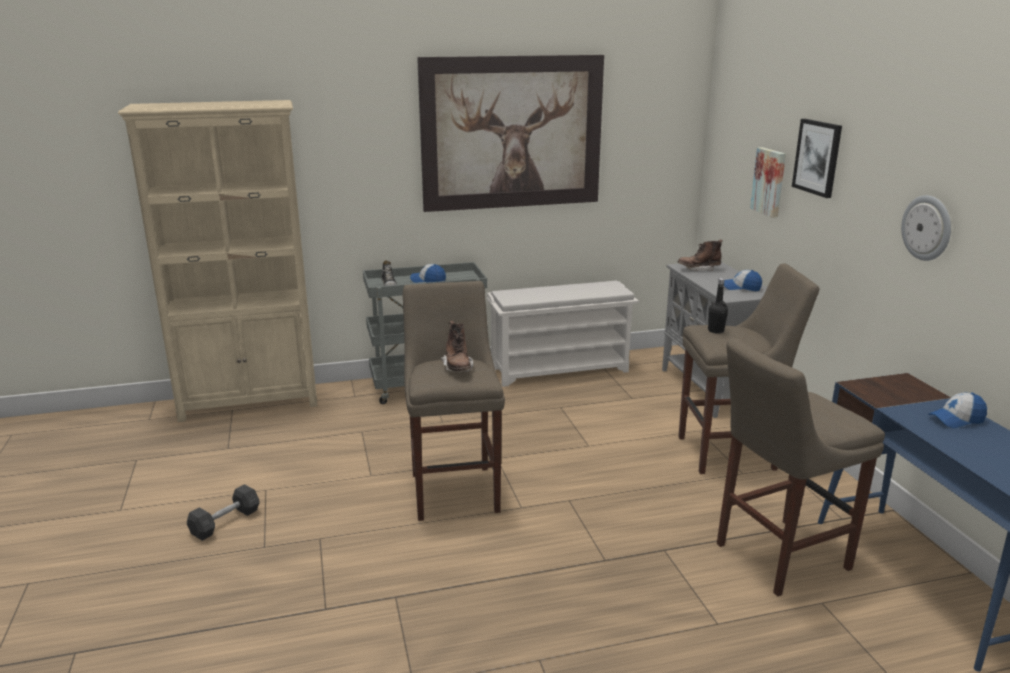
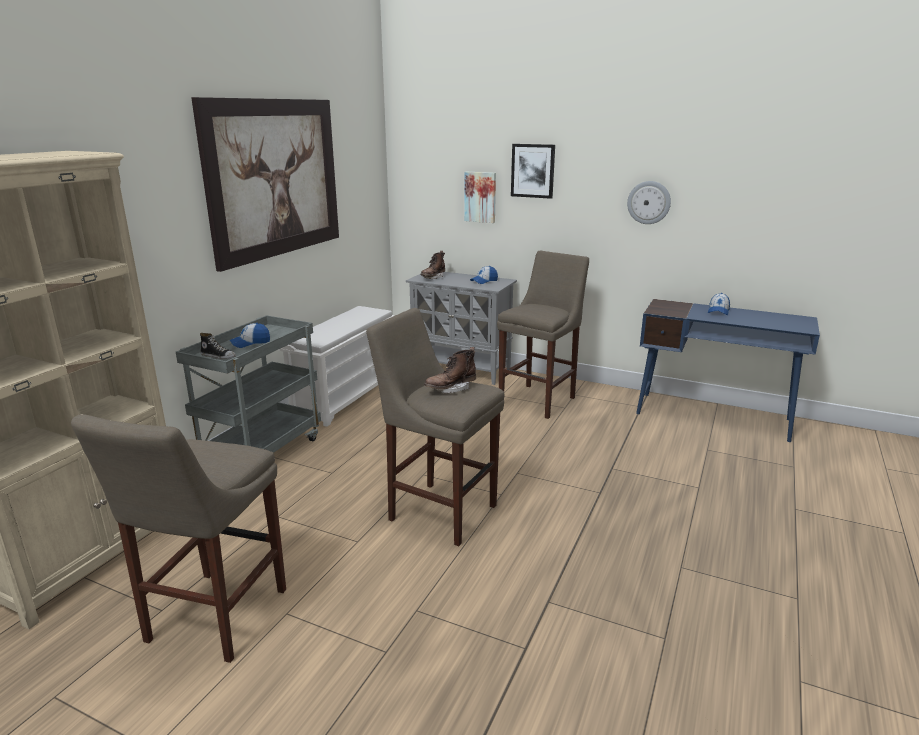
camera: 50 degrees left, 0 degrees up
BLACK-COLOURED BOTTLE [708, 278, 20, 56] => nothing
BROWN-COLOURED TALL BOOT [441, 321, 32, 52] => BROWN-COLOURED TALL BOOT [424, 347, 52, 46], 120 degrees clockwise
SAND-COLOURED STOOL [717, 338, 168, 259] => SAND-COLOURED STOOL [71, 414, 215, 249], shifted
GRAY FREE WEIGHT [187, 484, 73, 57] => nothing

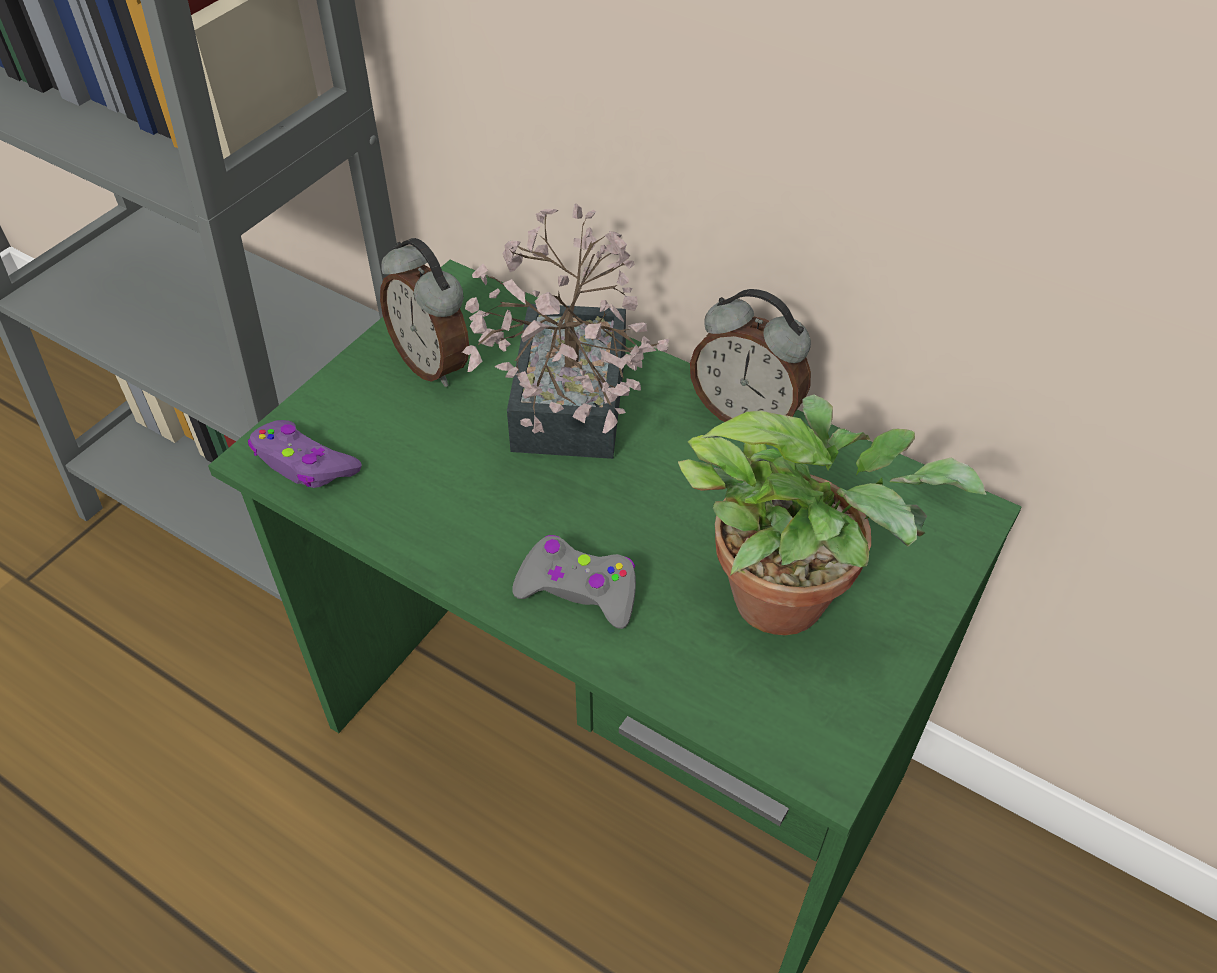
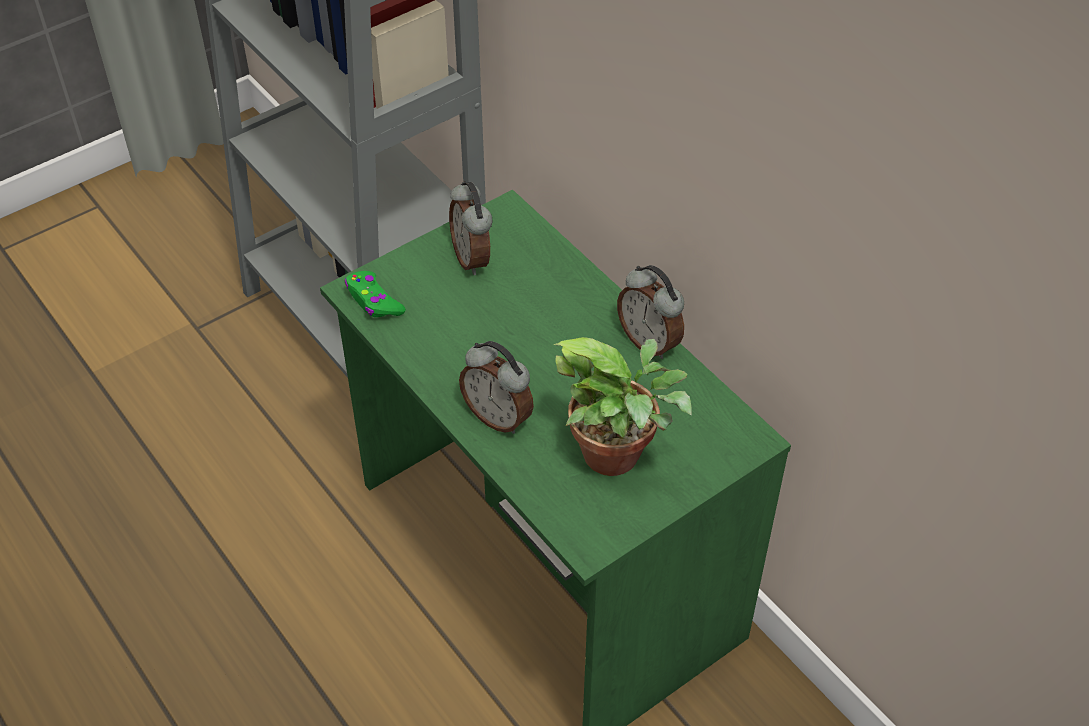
camera: 20 degrees right, 0 degrees up
POTTED PLANT [462, 203, 207, 256] => nothing
PURPLE JOYPAD [248, 420, 114, 68] => GREENISH JOYPAD [345, 271, 61, 46]
GRAY JOYPAD [512, 535, 124, 94] => TABLE CLOCK [459, 341, 75, 93]

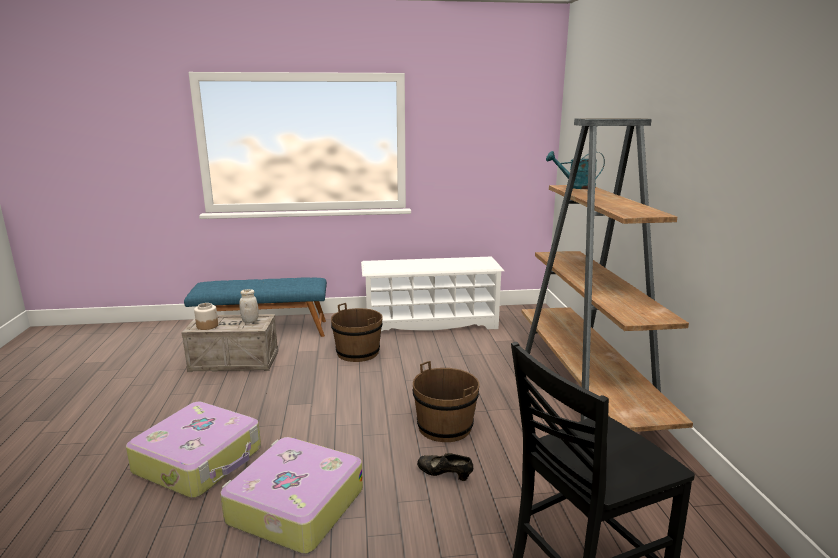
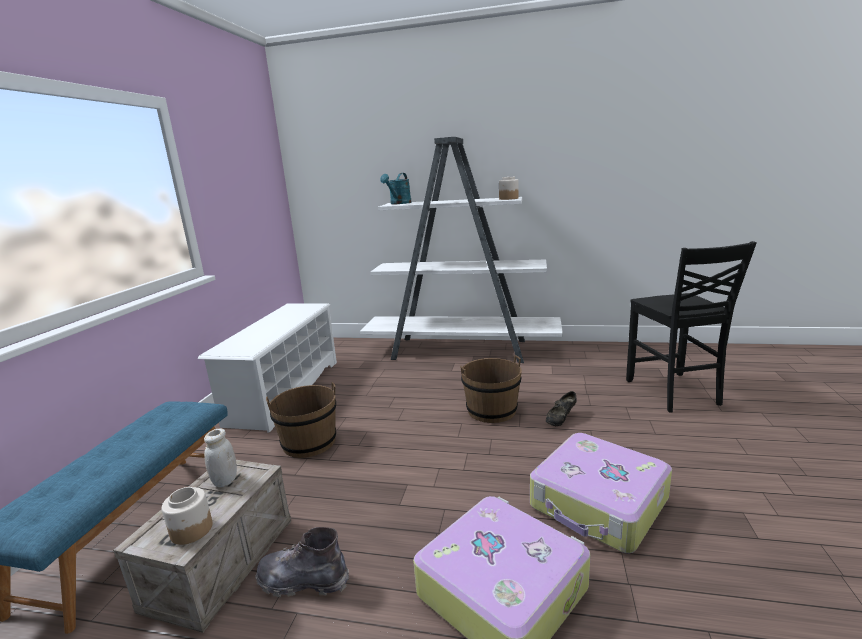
camera: 70 degrees left, 0 degrees up
BROWN-COLOURED BOOKSHELF [521, 118, 172, 314] => WHITE-COLOURED BOOKSHELF [360, 137, 203, 226]
nothing => PRESERVE JAR [499, 177, 20, 23]
nothing => GRAY TALL BOOT [255, 527, 94, 70]

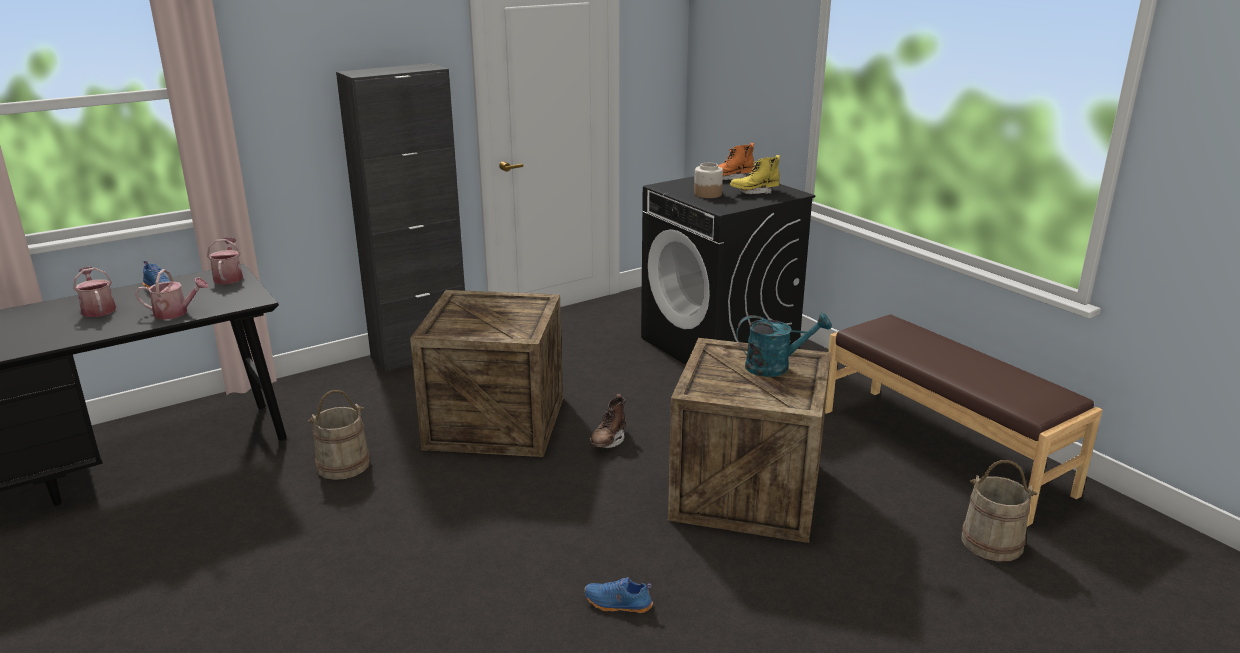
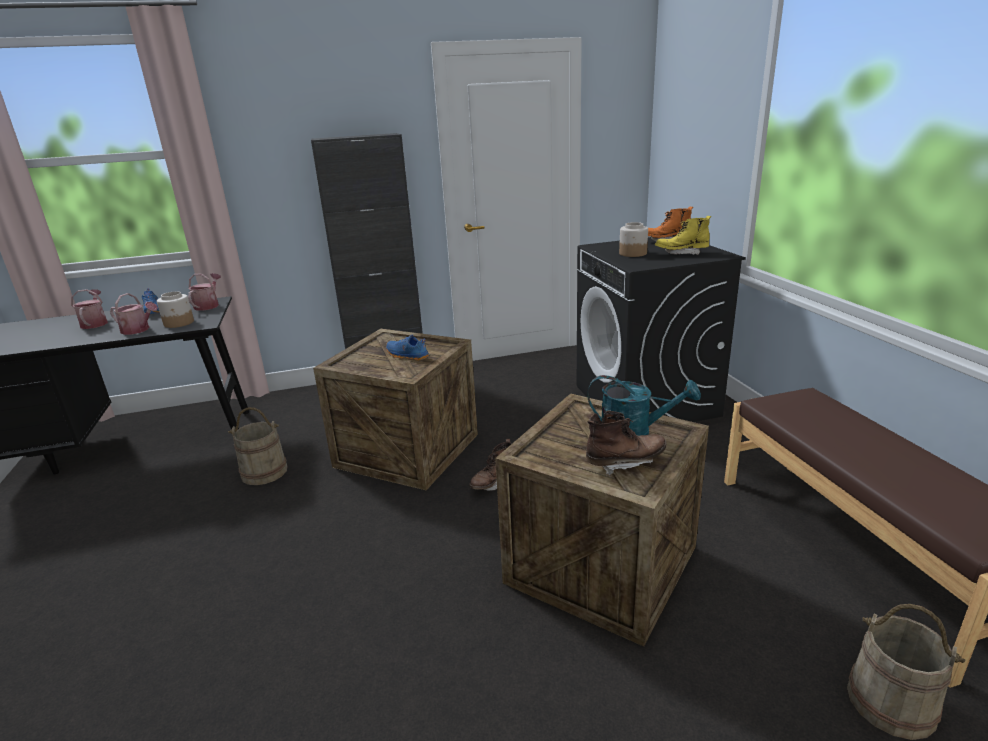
camera: 20 degrees right, 0 degrees up
BLUE ITEM OF FOOTWEAR [584, 577, 69, 36] => BLUE ITEM OF FOOTWEAR [386, 335, 43, 26], shifted
nothing => PRESERVE JAR [157, 291, 37, 37]
nothing => BROWN-COLOURED TALL BOOT [586, 410, 81, 66]

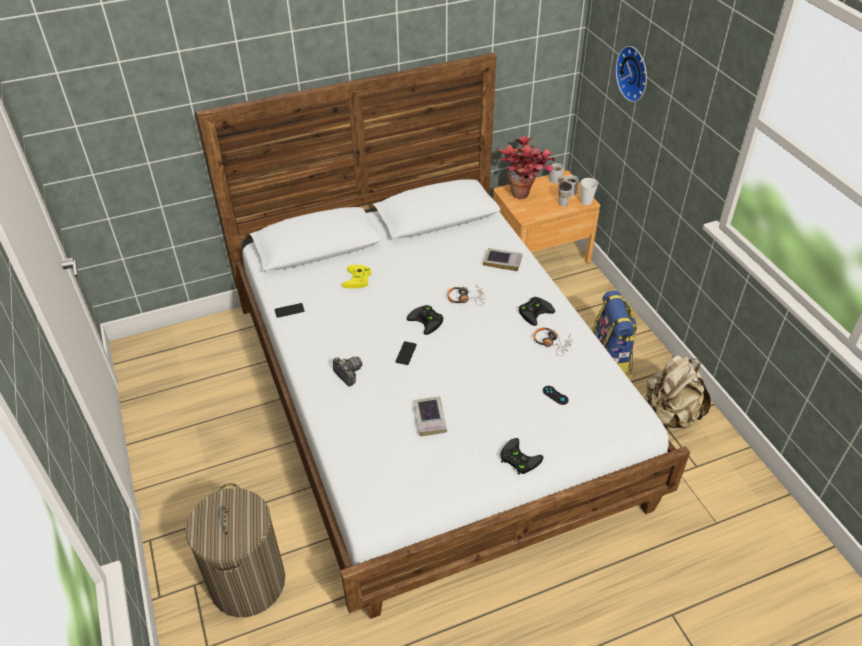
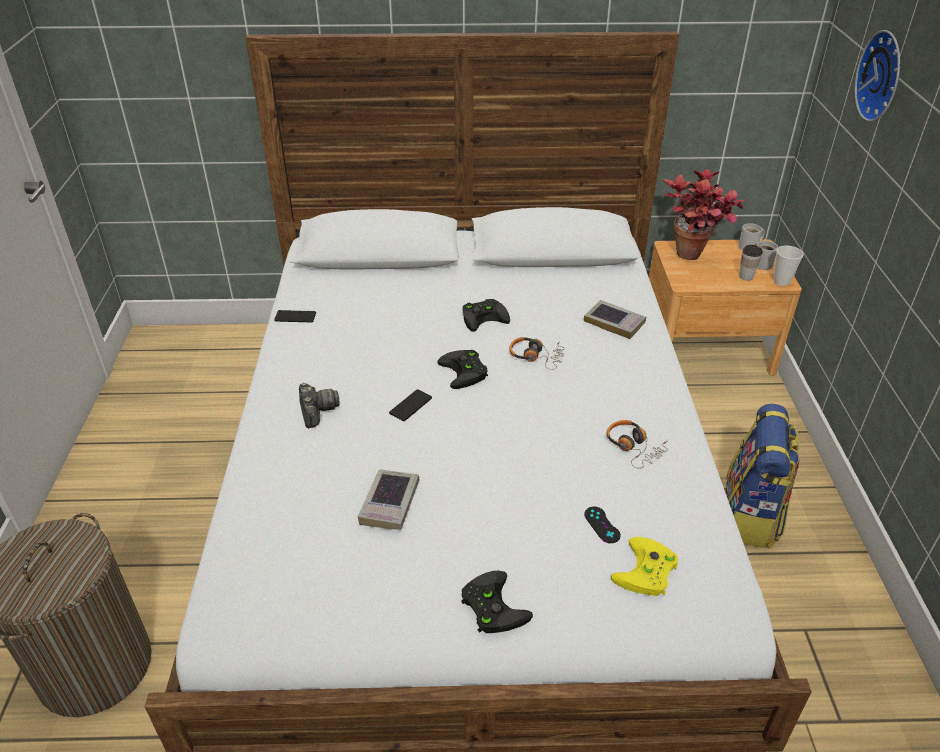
camera: 20 degrees right, 5 degrees down
YELLOW JOYPAD [341, 265, 31, 24] => YELLOW JOYPAD [611, 537, 67, 59], shifted
BLACK-COLOURED JOYPAD [519, 297, 36, 29] => BLACK-COLOURED JOYPAD [463, 299, 47, 33], shifted
SAND-COLOURED BACKPACK [646, 355, 65, 74] => nothing

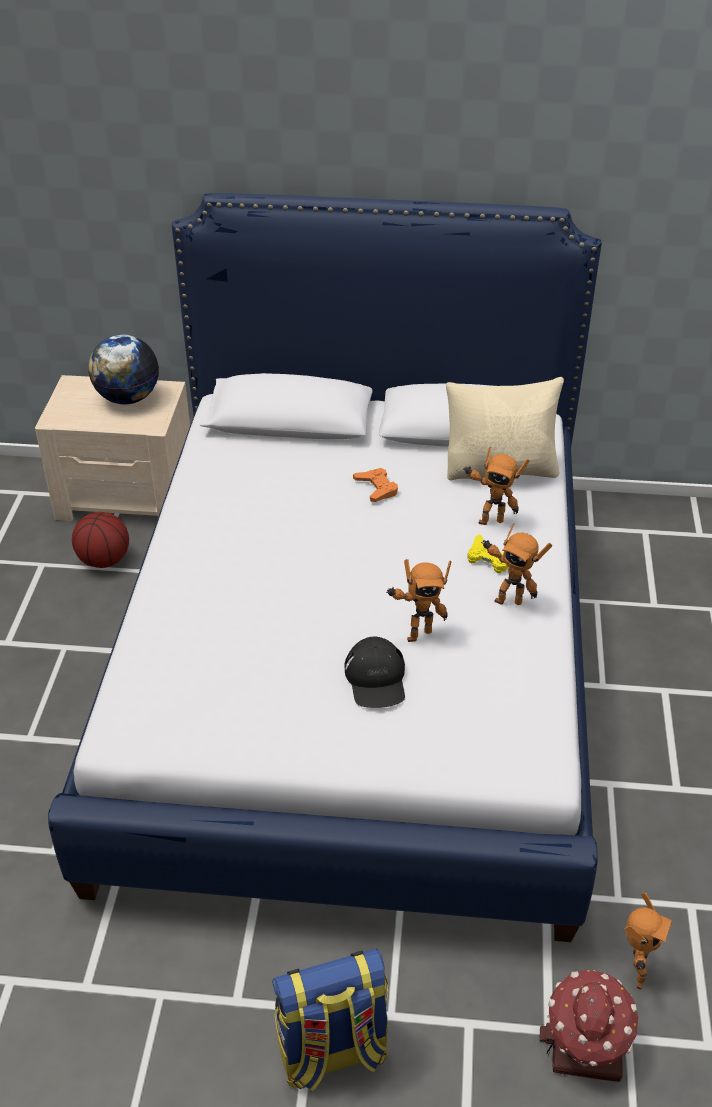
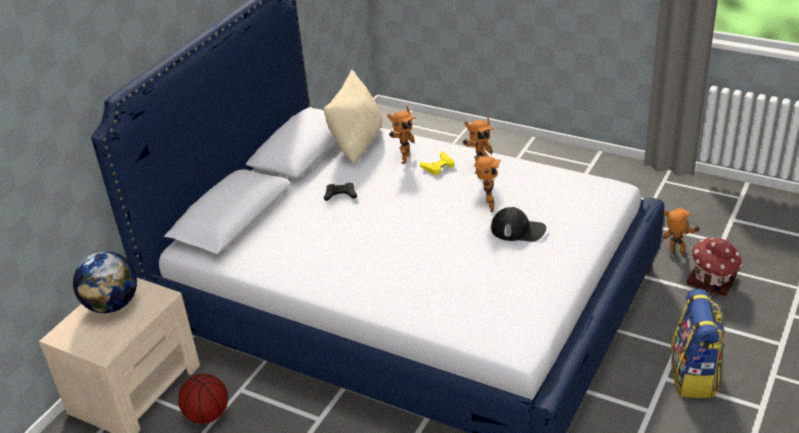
camera: 65 degrees left, 5 degrees down
ORANGE-COLOURED JOYPAD [353, 468, 45, 34] => BLACK-COLOURED JOYPAD [324, 183, 33, 18]

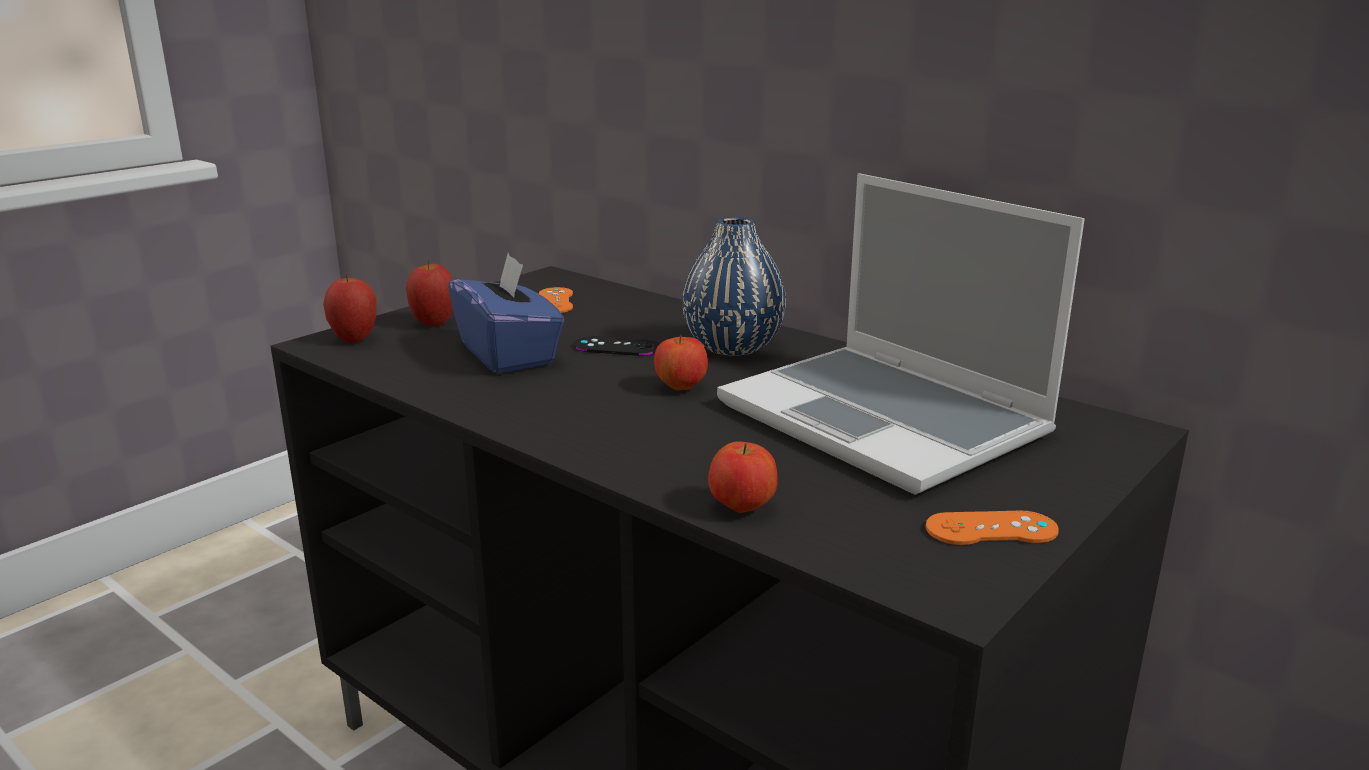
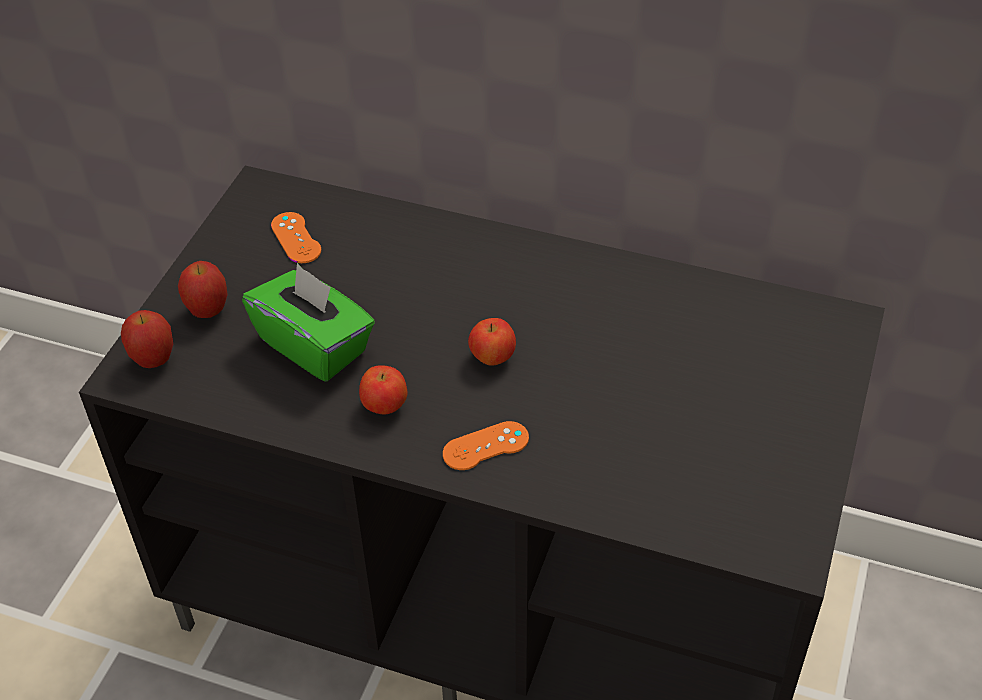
camera: 20 degrees left, 25 degrees up
NOTEBOOK COMPUTER [717, 173, 368, 322] => nothing
BLUE DECORATIVE VASE [682, 217, 104, 139] => nothing
BLUE TISSUE HOLDER [448, 253, 116, 121] => GREENISH TISSUE HOLDER [242, 263, 133, 119]
BLACK-COLOURED JOYPAD [574, 336, 86, 20] => nothing
APPLE [708, 441, 70, 72] => APPLE [359, 365, 48, 49], shifted
ORANGE-COLOURED JOYPAD [926, 511, 133, 34] => ORANGE-COLOURED JOYPAD [443, 421, 86, 49], shifted

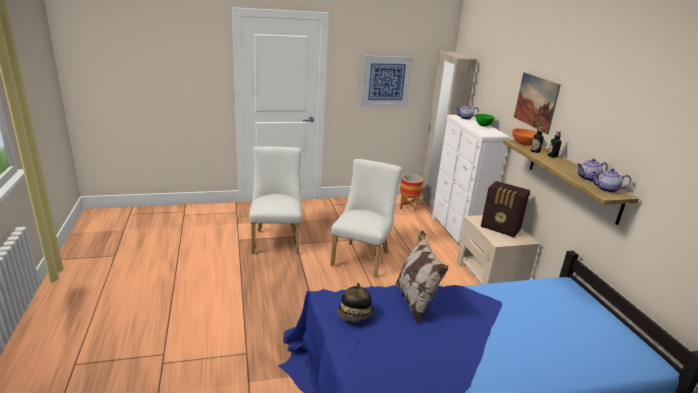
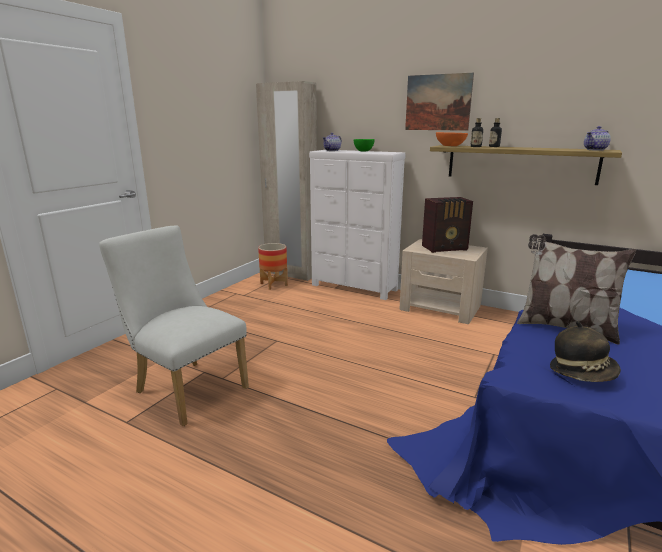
camera: 45 degrees left, 5 degrees down
WALL ART [361, 55, 52, 52] => nothing
TEA POT [577, 158, 31, 23] => nothing
WHITE-COLOURED UPRIGHT CHAIR [331, 159, 71, 118] => nothing

